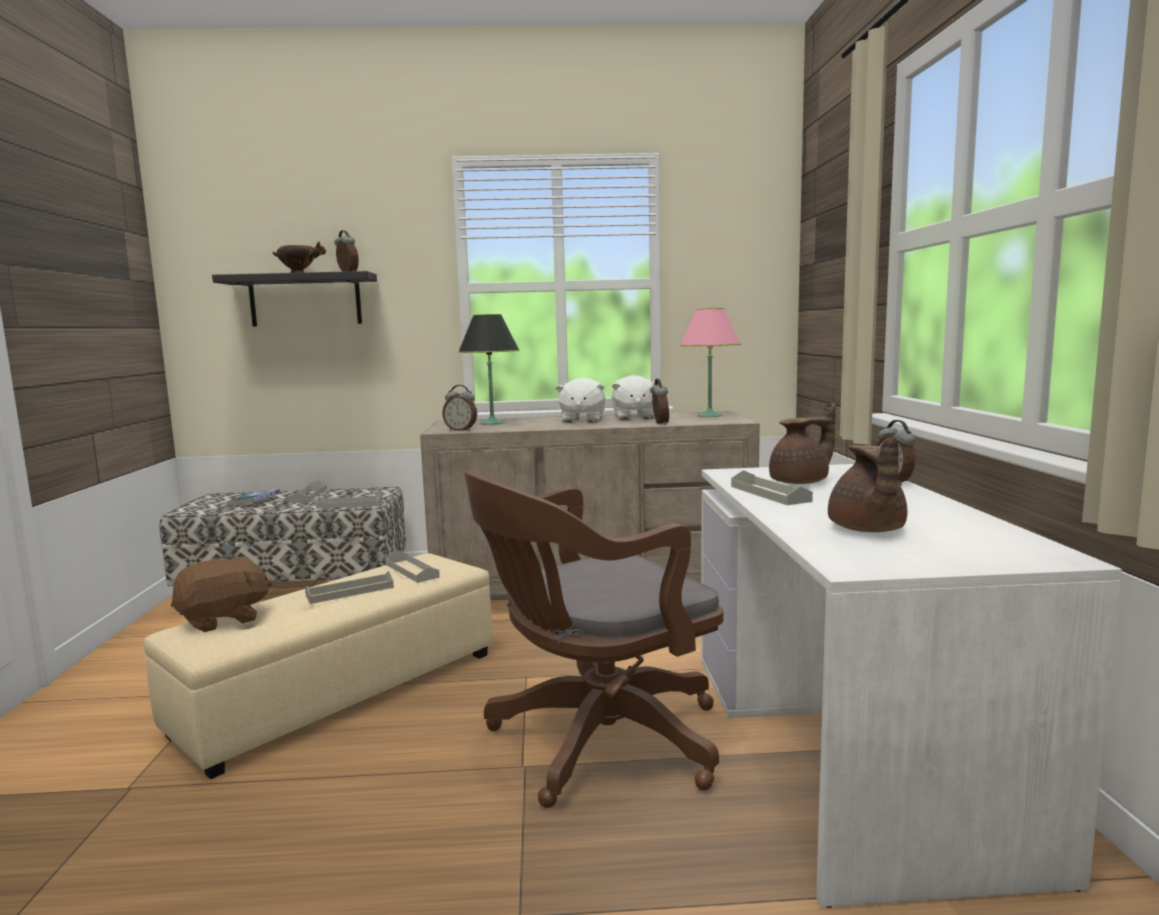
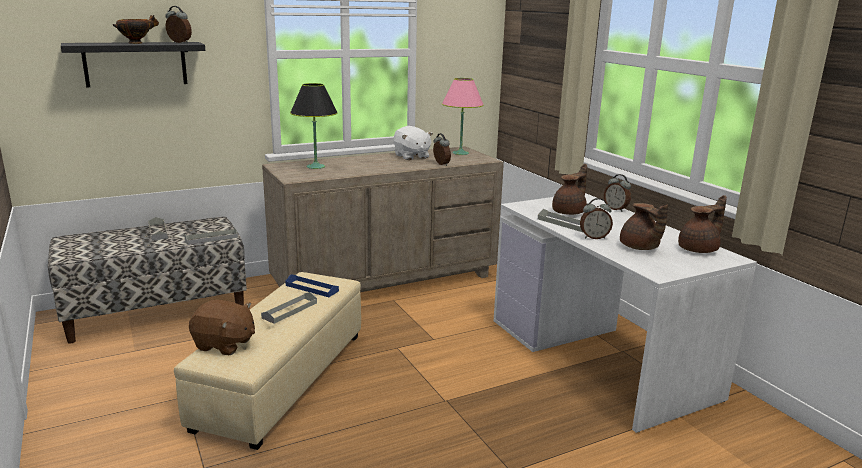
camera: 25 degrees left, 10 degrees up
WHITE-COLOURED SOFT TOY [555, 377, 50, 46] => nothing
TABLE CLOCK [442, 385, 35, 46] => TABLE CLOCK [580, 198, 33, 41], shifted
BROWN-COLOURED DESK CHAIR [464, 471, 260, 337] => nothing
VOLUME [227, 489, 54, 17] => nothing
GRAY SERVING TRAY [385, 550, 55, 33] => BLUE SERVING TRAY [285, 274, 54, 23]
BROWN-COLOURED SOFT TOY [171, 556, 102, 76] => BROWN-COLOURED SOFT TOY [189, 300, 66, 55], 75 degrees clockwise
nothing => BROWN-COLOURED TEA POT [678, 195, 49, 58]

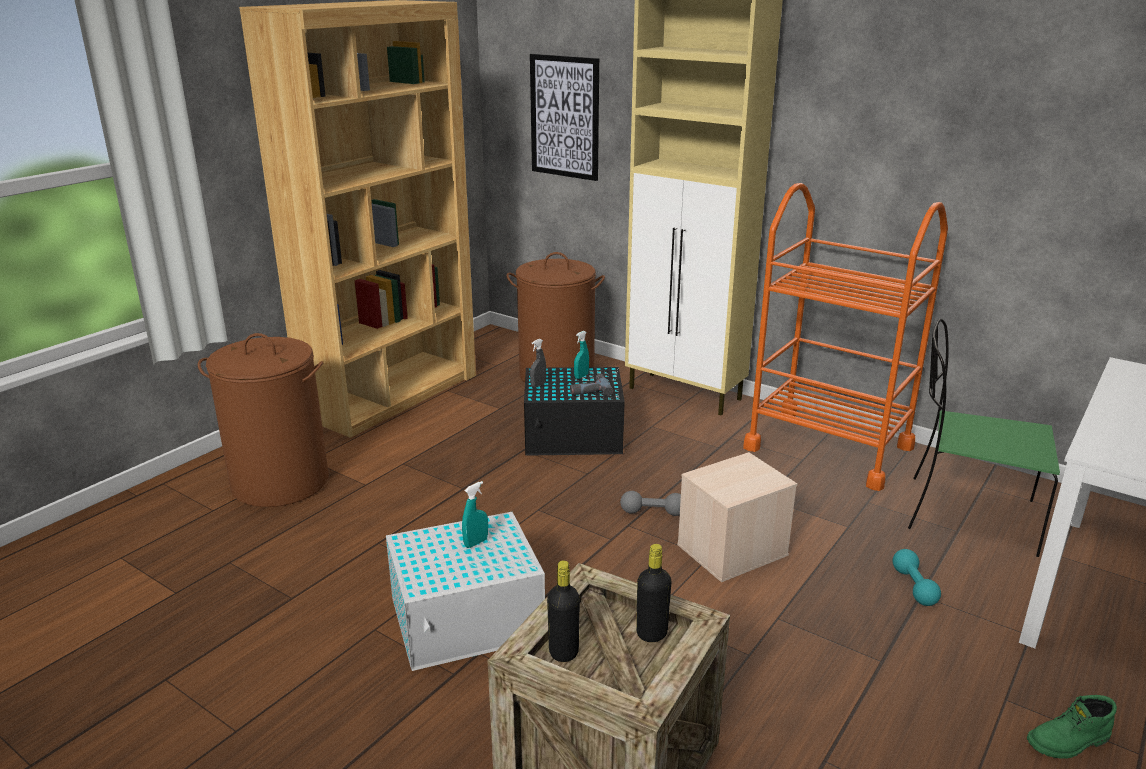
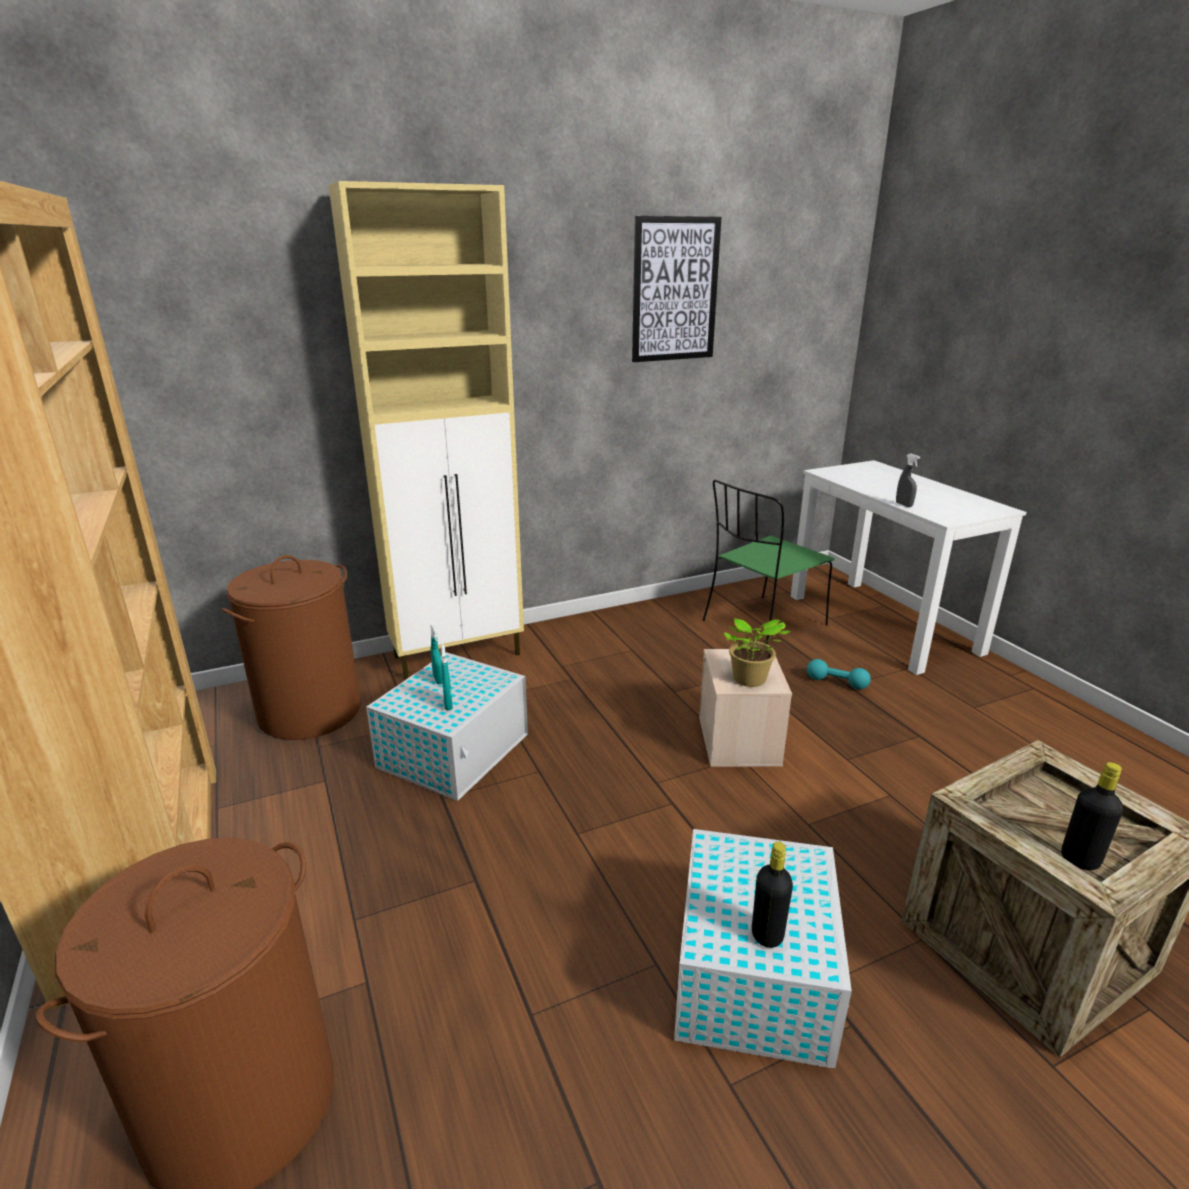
camera: 60 degrees left, 0 degrees up
WALL ART [530, 54, 69, 127] => WALL ART [632, 216, 89, 146], shifted
ORANGE-COLOURED CART [743, 183, 205, 308] => nothing
GRAY HAND SPRAYER [530, 339, 16, 49] => GRAY HAND SPRAYER [896, 454, 24, 53], shifted
BLACK-COLOURED STORAGE BIN [524, 367, 101, 89] => WHITE-COLOURED STORAGE BIN [366, 652, 162, 149]
ELECTRIC DRILL [570, 374, 43, 22] => nothing
TURQUOISE-COLOURED HAND SPRAYER [462, 481, 26, 67] => TURQUOISE-COLOURED HAND SPRAYER [441, 644, 12, 67], shifted
GRAY FREE WEIGHT [620, 491, 61, 25] => nothing
BLACK-COLOURED BOTTLE [636, 544, 35, 98] => BLACK-COLOURED BOTTLE [752, 842, 41, 106], shifted
GREENISH TALL BOOT [1027, 695, 90, 64] => nothing
nothing => POTTED PLANT [724, 619, 66, 68]

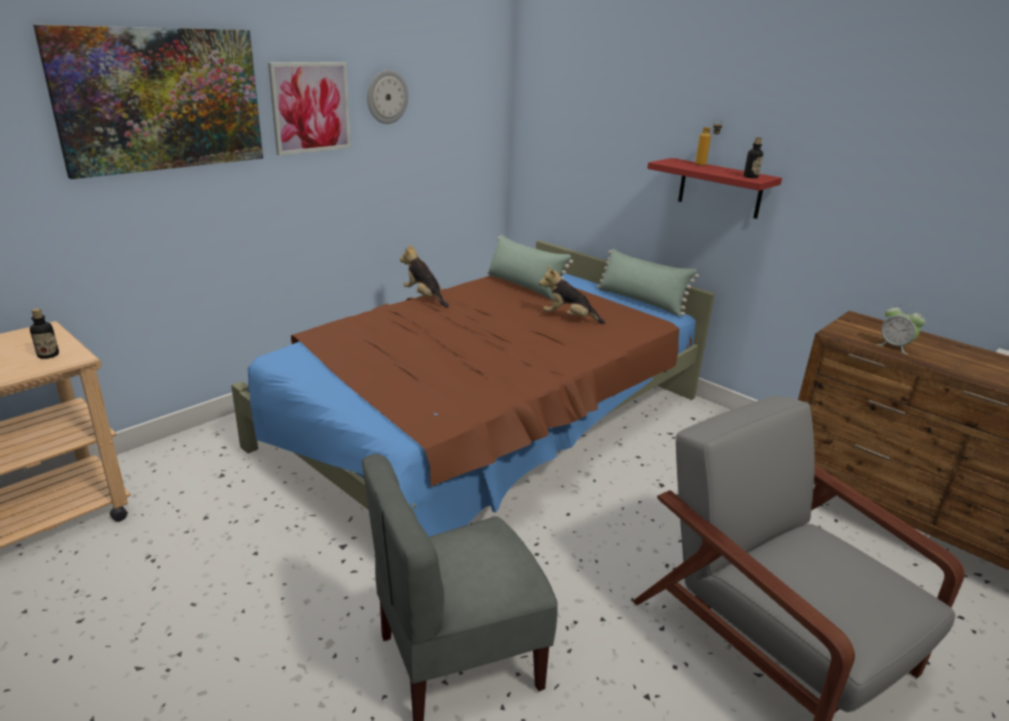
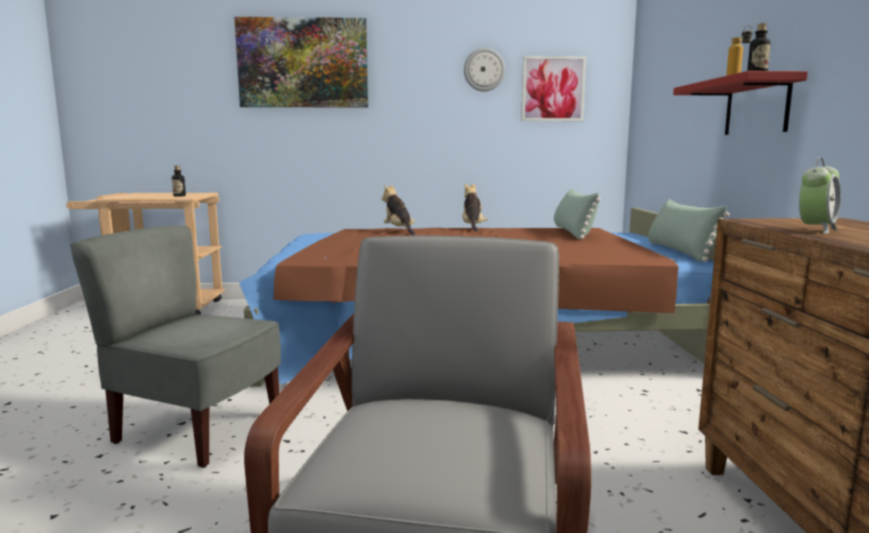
camera: 45 degrees right, 15 degrees down
WALL ART [268, 62, 83, 93] => WALL ART [521, 56, 65, 65], shifted
SOFT TOY [539, 266, 66, 58] => SOFT TOY [381, 185, 35, 50], shifted
TABLE CLOCK [876, 304, 49, 51] => TABLE CLOCK [799, 158, 42, 76], 135 degrees counterclockwise

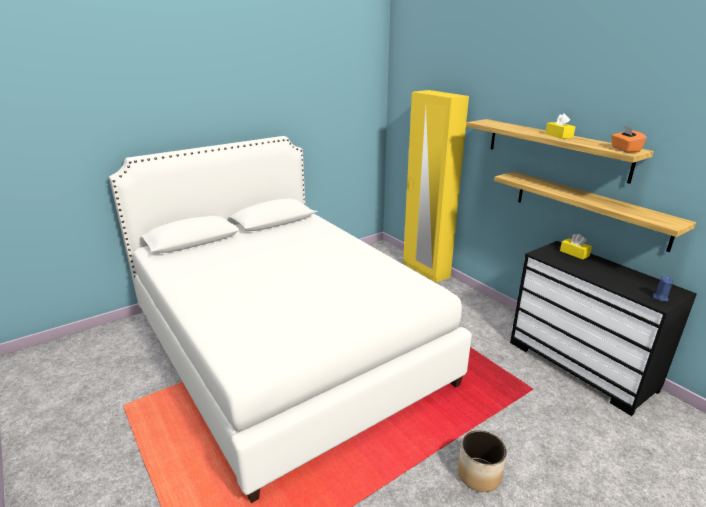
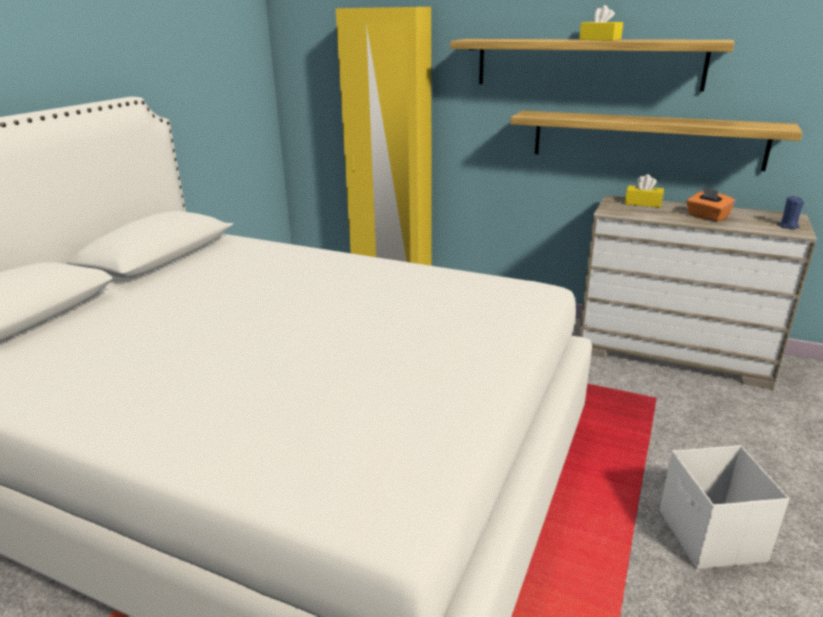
camera: 30 degrees left, 0 degrees up
ORANGE-COLOURED TISSUE HOLDER [611, 126, 36, 26] => ORANGE-COLOURED TISSUE HOLDER [687, 187, 48, 35], shifted
BLACK-COLOURED DRAWER CHEST [510, 241, 187, 175] => SAND-COLOURED DRAWER CHEST [579, 195, 238, 195]
PLANTER [458, 430, 49, 62] => WHITE-COLOURED STORAGE BIN [660, 445, 130, 124]

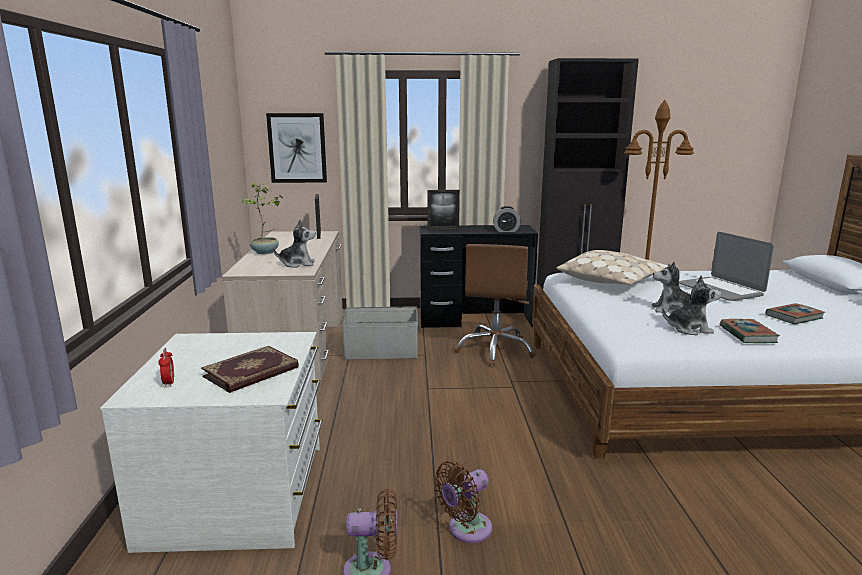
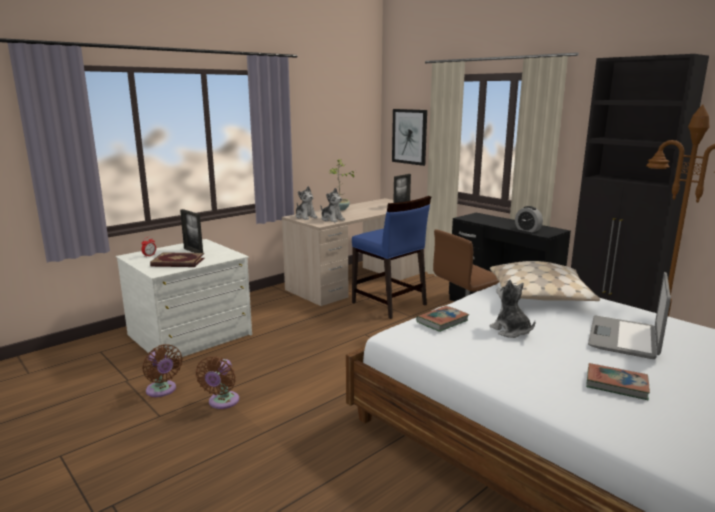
camera: 50 degrees right, 0 degrees up
PHOTO FRAME [428, 190, 32, 40] => PHOTO FRAME [180, 209, 23, 44], shifted
SOFT TOY [662, 276, 59, 59] => SOFT TOY [295, 186, 23, 34], shifted
GRAY STORAGE BIN [341, 307, 78, 52] => BLUE UPRIGHT CHAIR [352, 196, 79, 123]
VOLUME [720, 319, 60, 24] => VOLUME [416, 306, 53, 26], shifted
BROWN-COLOURED FAN [434, 461, 58, 82] => BROWN-COLOURED FAN [196, 356, 43, 53], 90 degrees counterclockwise

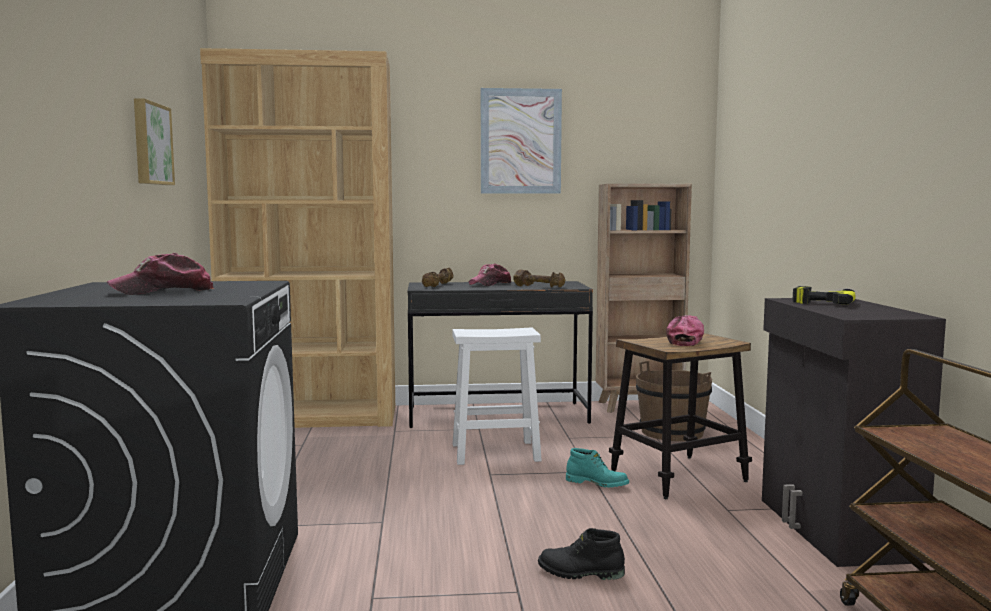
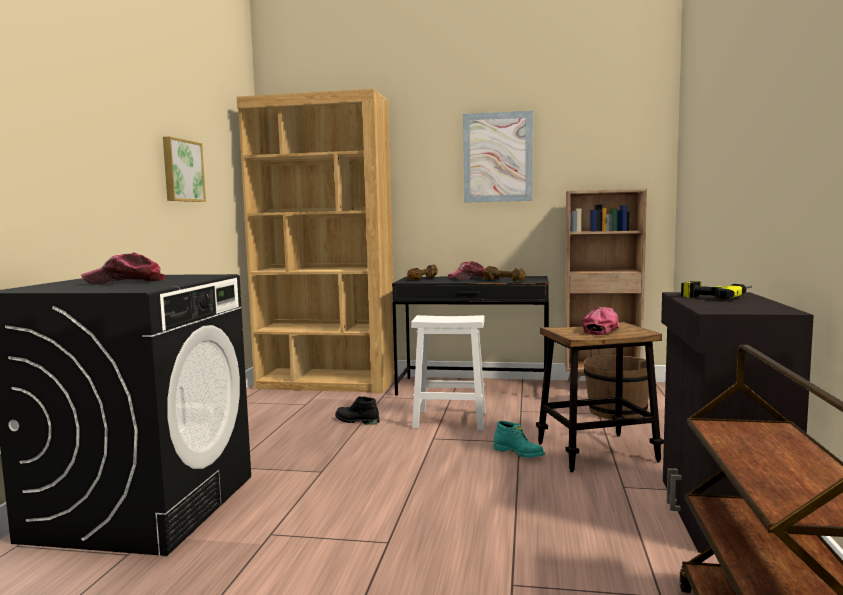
camera: 15 degrees right, 0 degrees up
BLACK-COLOURED TALL BOOT [538, 528, 87, 52] => BLACK-COLOURED TALL BOOT [335, 396, 45, 29], shifted

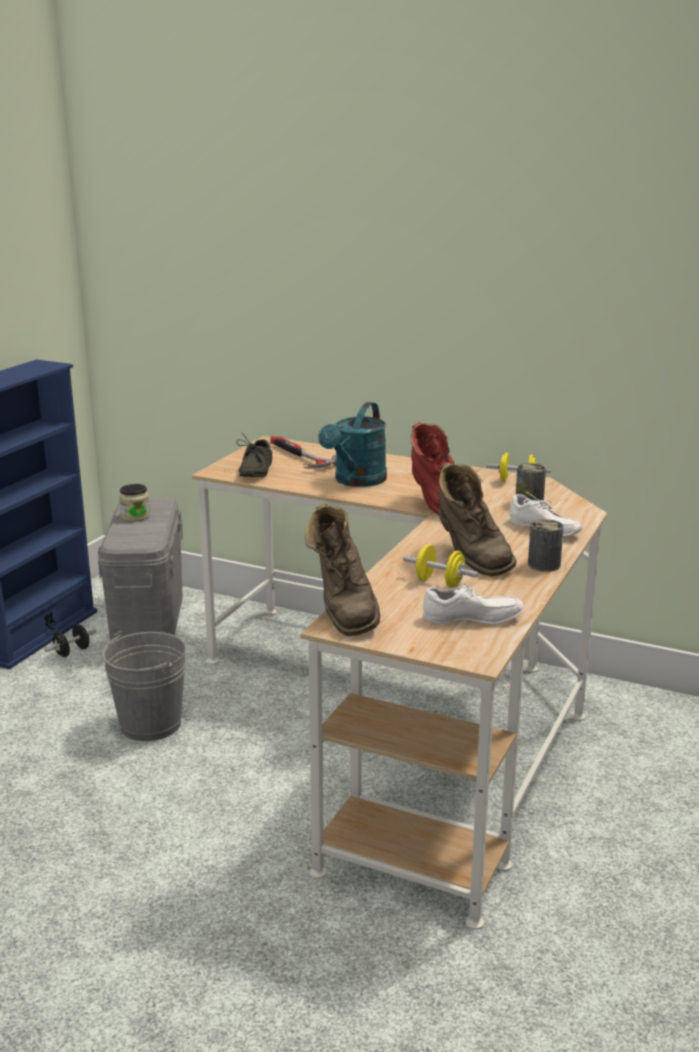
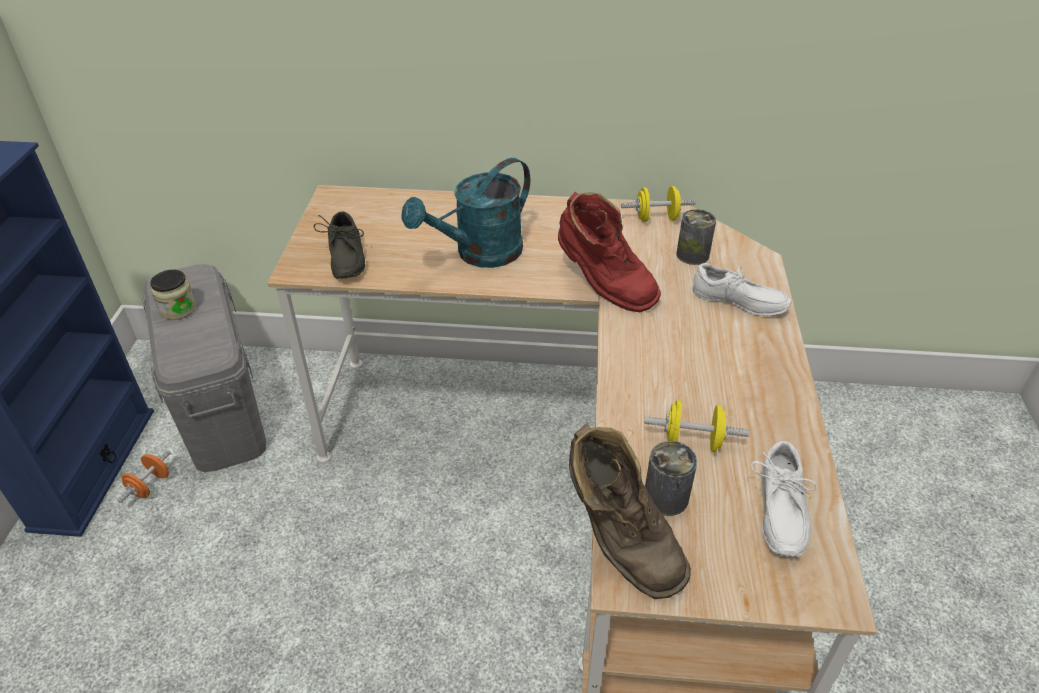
camera: 20 degrees left, 20 degrees up
TURQUOISE-COLOURED WATERING POT [318, 402, 69, 85] => TURQUOISE-COLOURED WATERING POT [401, 158, 129, 110], 45 degrees clockwise
HAMMER [270, 436, 66, 32] => nothing
BROWN-COLOURED TALL BOOT [439, 462, 77, 115] => nothing
SEALED CAN [528, 519, 36, 53] => SEALED CAN [645, 441, 52, 75], shifted
WHITE-COLOURED ITEM OF FOOTWEAR [423, 582, 100, 42] => WHITE-COLOURED ITEM OF FOOTWEAR [751, 441, 66, 116], 120 degrees clockwise
BLACK-COLOURED FREE WEIGHT [44, 624, 52, 33] => ORANGE-COLOURED FREE WEIGHT [118, 450, 53, 53]
GRAY BUCKET [102, 631, 84, 110] => nothing

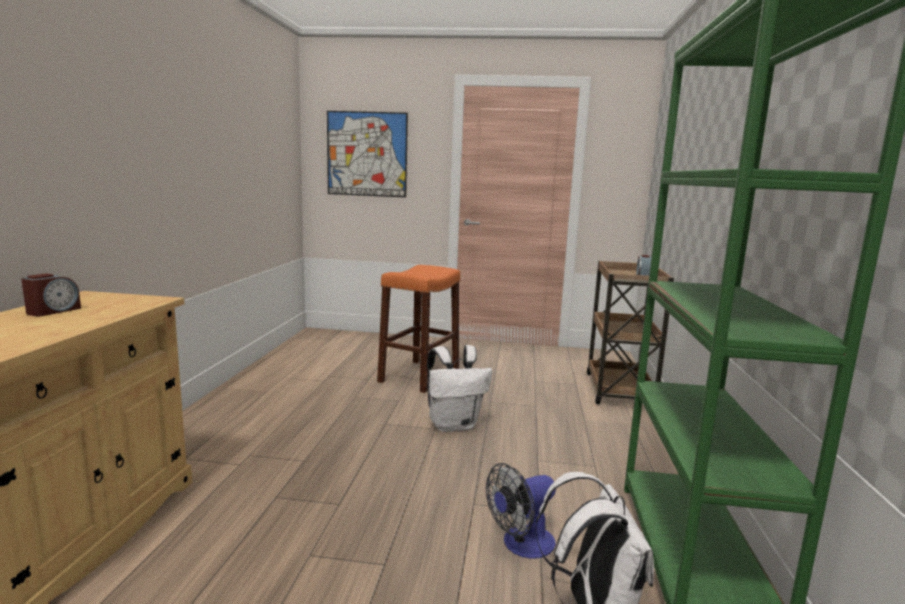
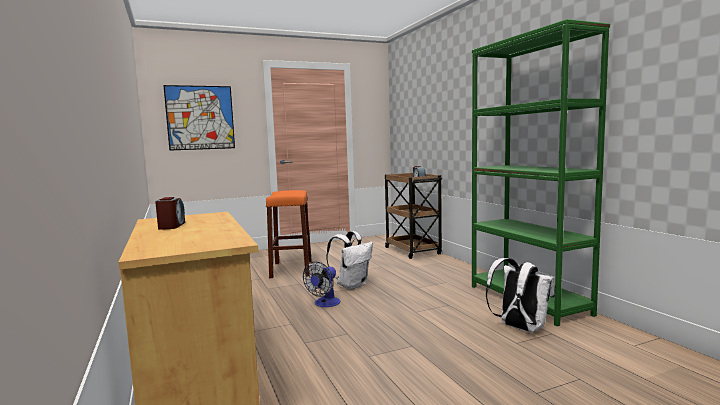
camera: 30 degrees left, 5 degrees down
FAN [486, 463, 70, 96] => FAN [303, 262, 37, 45], shifted

